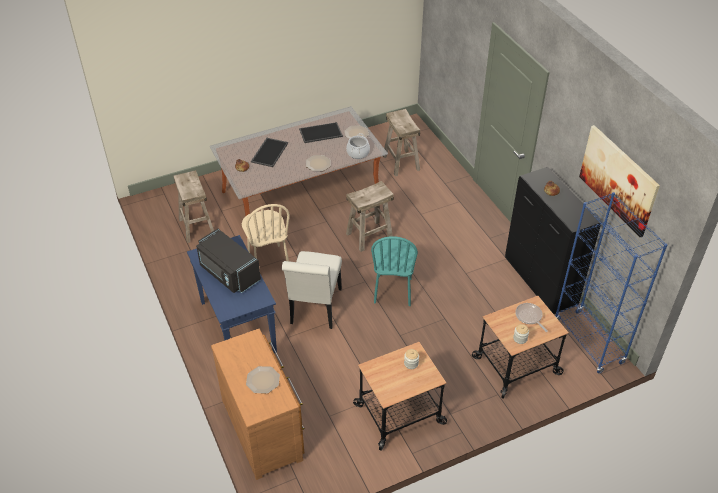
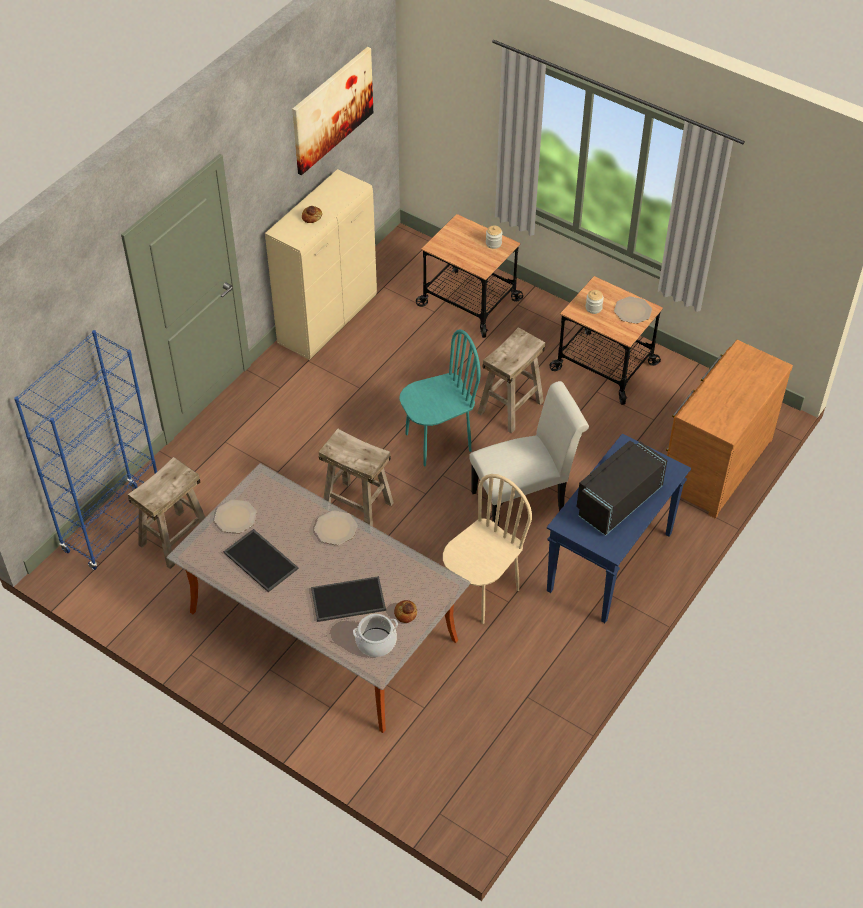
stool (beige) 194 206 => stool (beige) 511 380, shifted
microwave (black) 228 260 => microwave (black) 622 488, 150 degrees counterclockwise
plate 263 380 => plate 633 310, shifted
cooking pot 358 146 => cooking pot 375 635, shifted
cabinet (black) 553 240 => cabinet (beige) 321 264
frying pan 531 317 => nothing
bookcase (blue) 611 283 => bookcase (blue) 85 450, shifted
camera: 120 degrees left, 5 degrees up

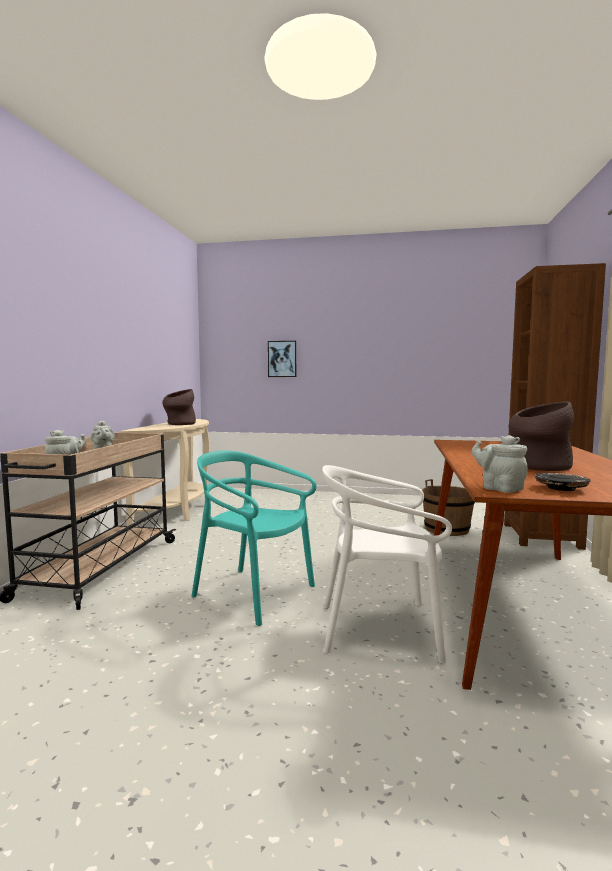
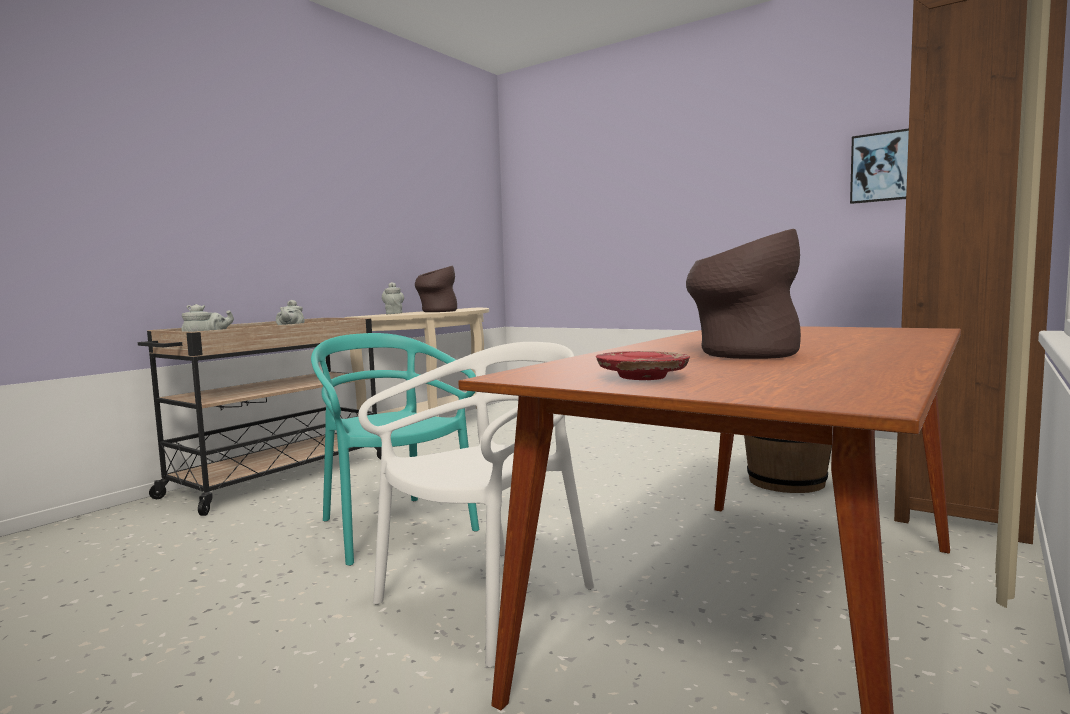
picture 282 359 => picture 879 166, shifted
chair (white) 387 564 => chair (white) 476 504, 105 degrees clockwise
teapot (grey) 500 464 => teapot (grey) 393 298, shifted
plate (black) 563 482 => plate (red) 643 365
camera: 25 degrees right, 0 degrees up

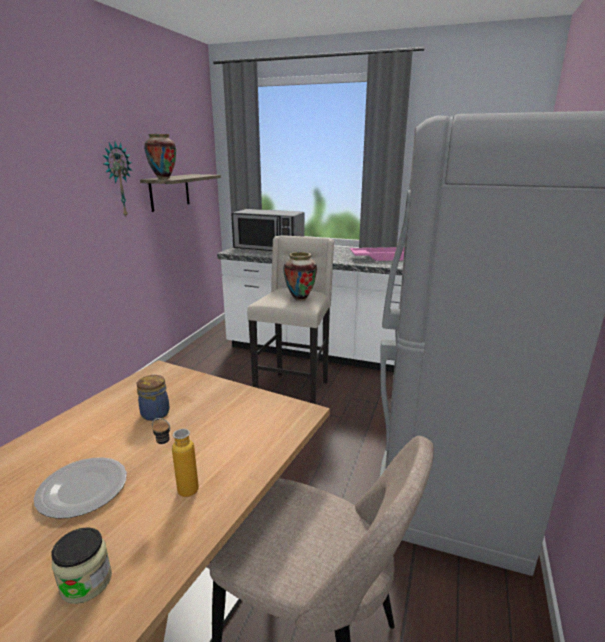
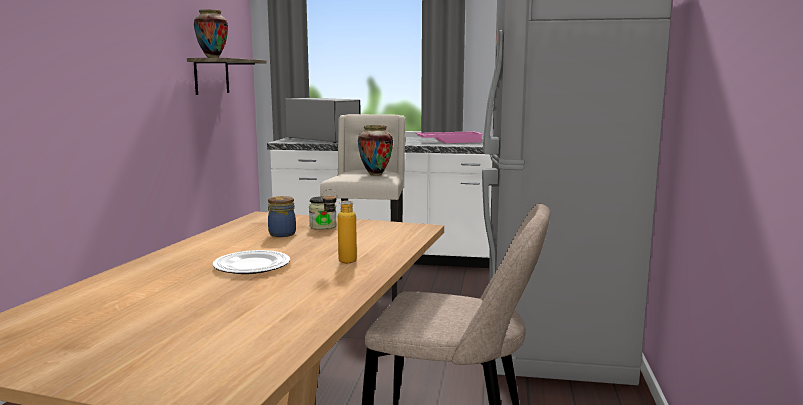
jar 82 565 => jar 323 213, shifted
wall clock 117 178 => nothing
microwave 267 230 => microwave 322 120, 150 degrees counterclockwise
camera: 10 degrees left, 10 degrees down

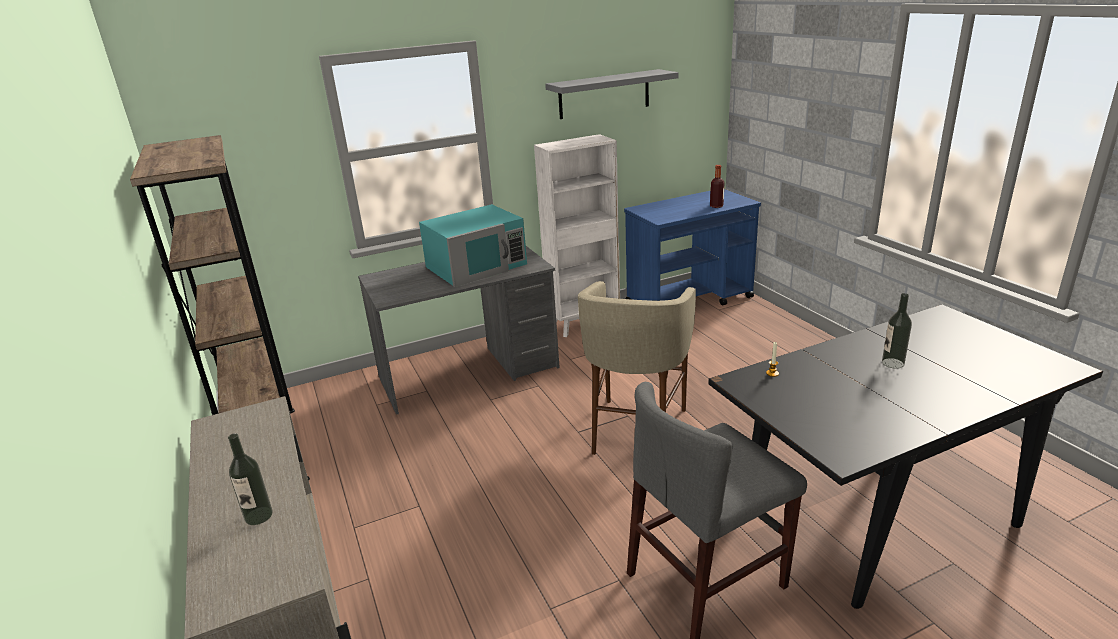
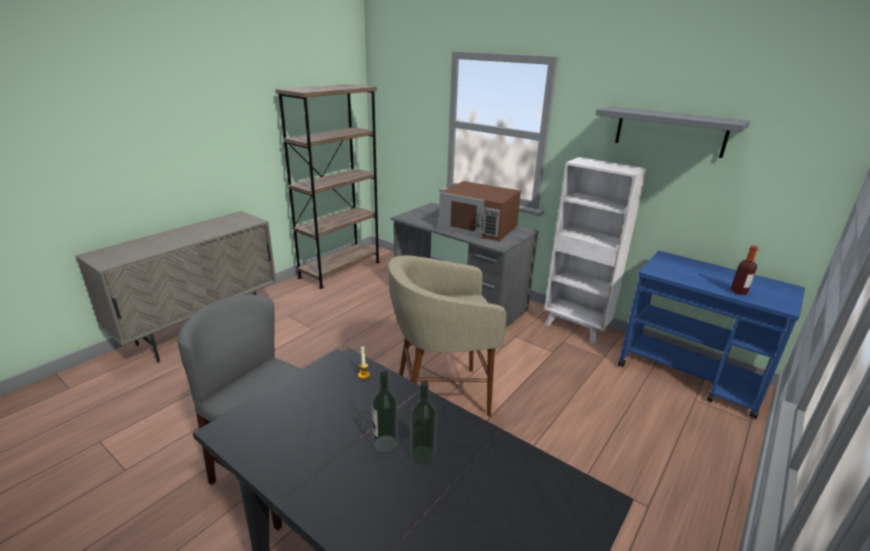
bottle 250 479 => bottle 385 412, shifted
microwave (turquoise) 473 245 => microwave (brown) 480 211
camera: 60 degrees right, 0 degrees up

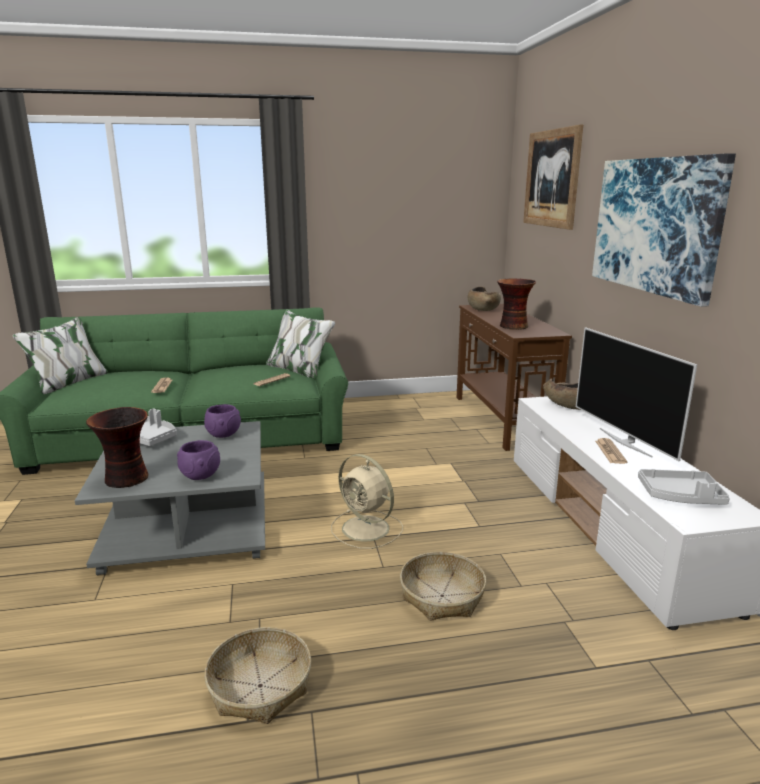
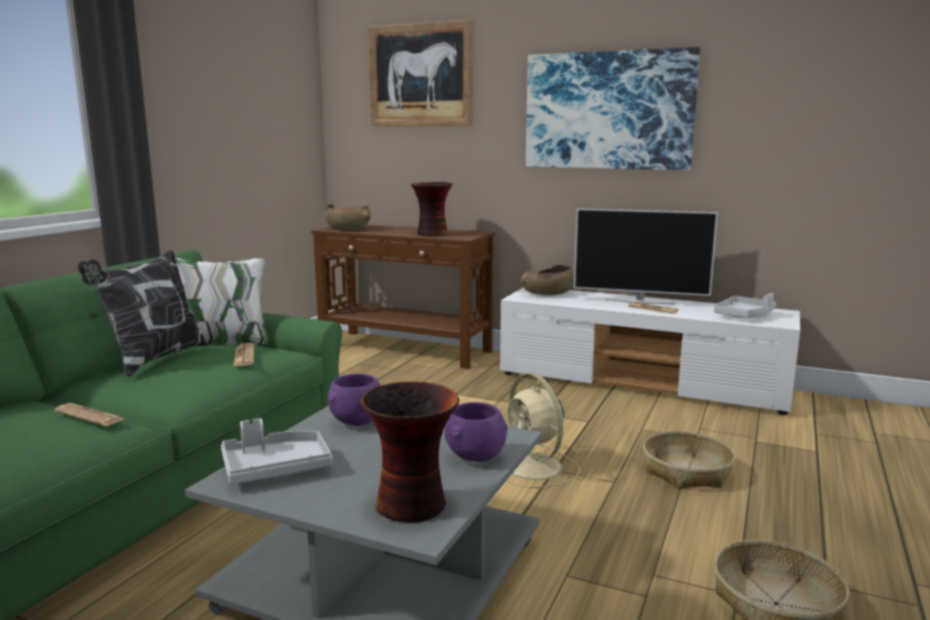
fan (beige) 367 501 => fan (beige) 543 430, 75 degrees clockwise
nothing => pillow 143 313
camera: 55 degrees left, 5 degrees down

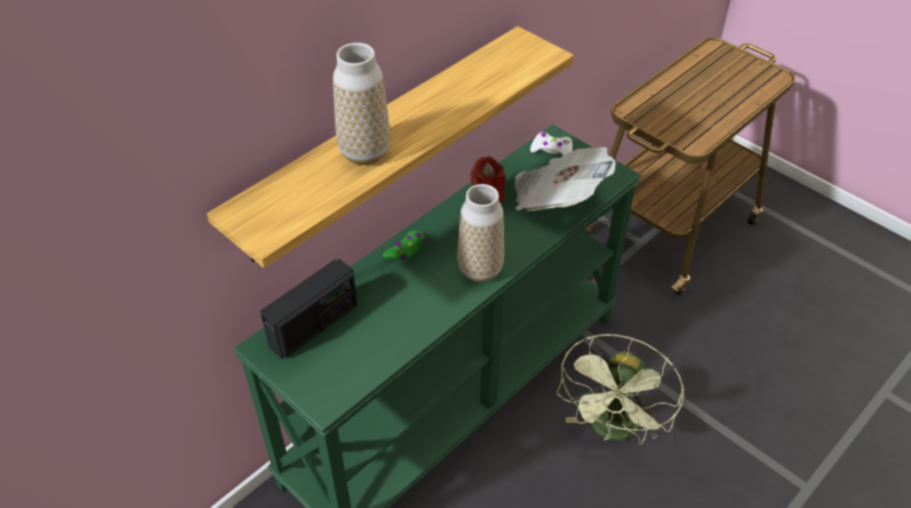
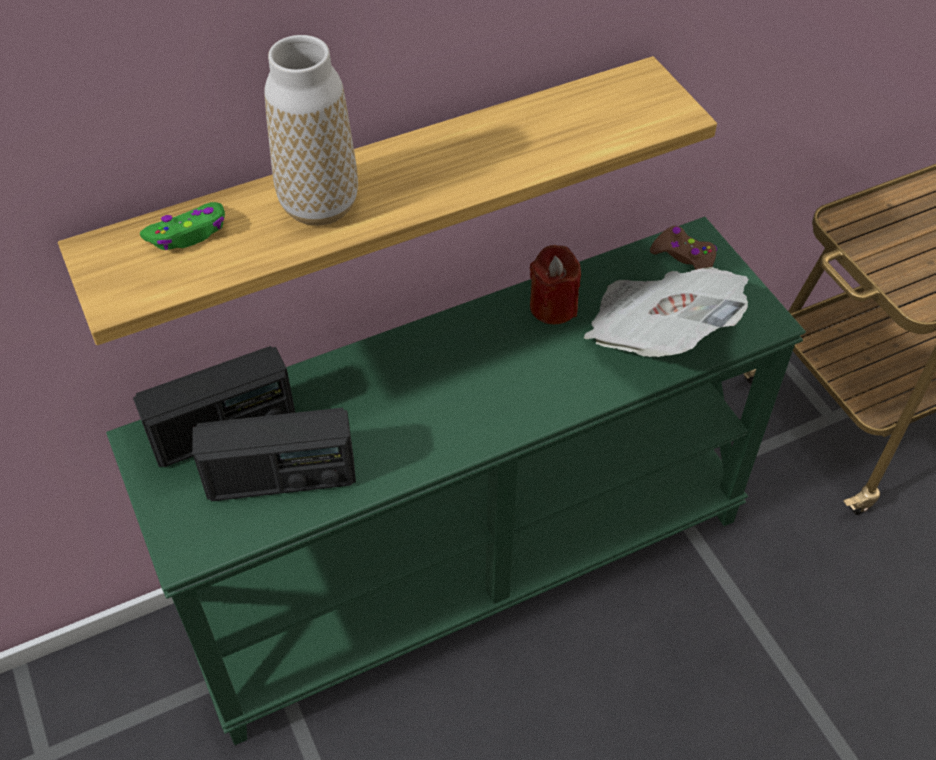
game controller (green) 404 245 => game controller (green) 182 226, shifted
vase 480 233 => nothing
game controller (white) 551 144 => game controller (brown) 683 248
fan (green) 621 389 => nothing
nothing => radio 274 454
camera: 20 degrees right, 5 degrees up

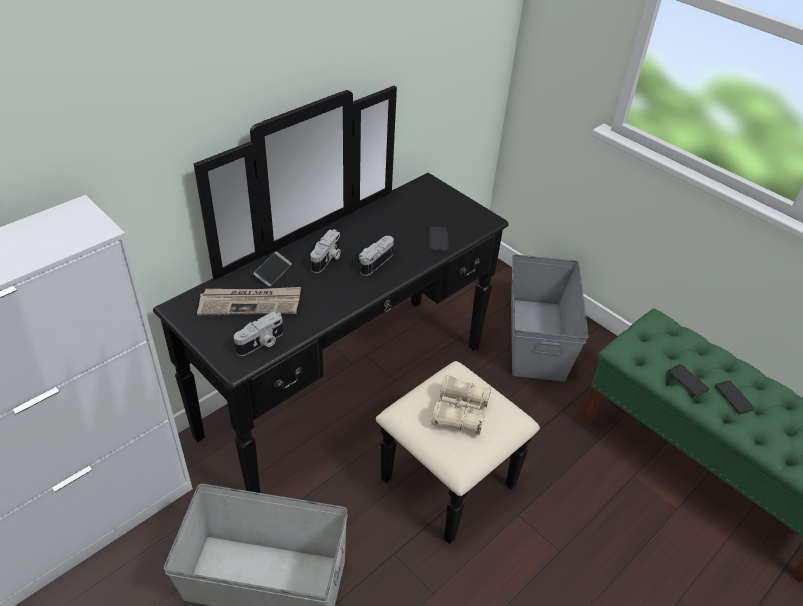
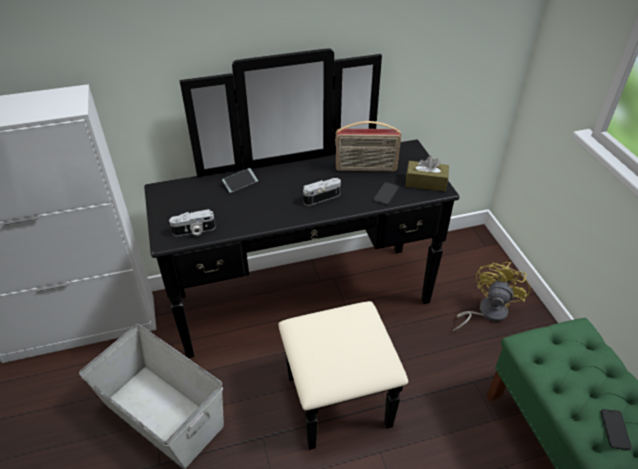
newspaper 249 301 => nothing
photo camera 326 251 => nothing
binoculars (beige) 461 405 => nothing
storage box (grey) 549 317 => fan (yellow) 491 297
phone 689 380 => nothing
nothing => radio 368 146
nothing => tissue box (brown) 427 173
camera: 30 degrees right, 0 degrees up

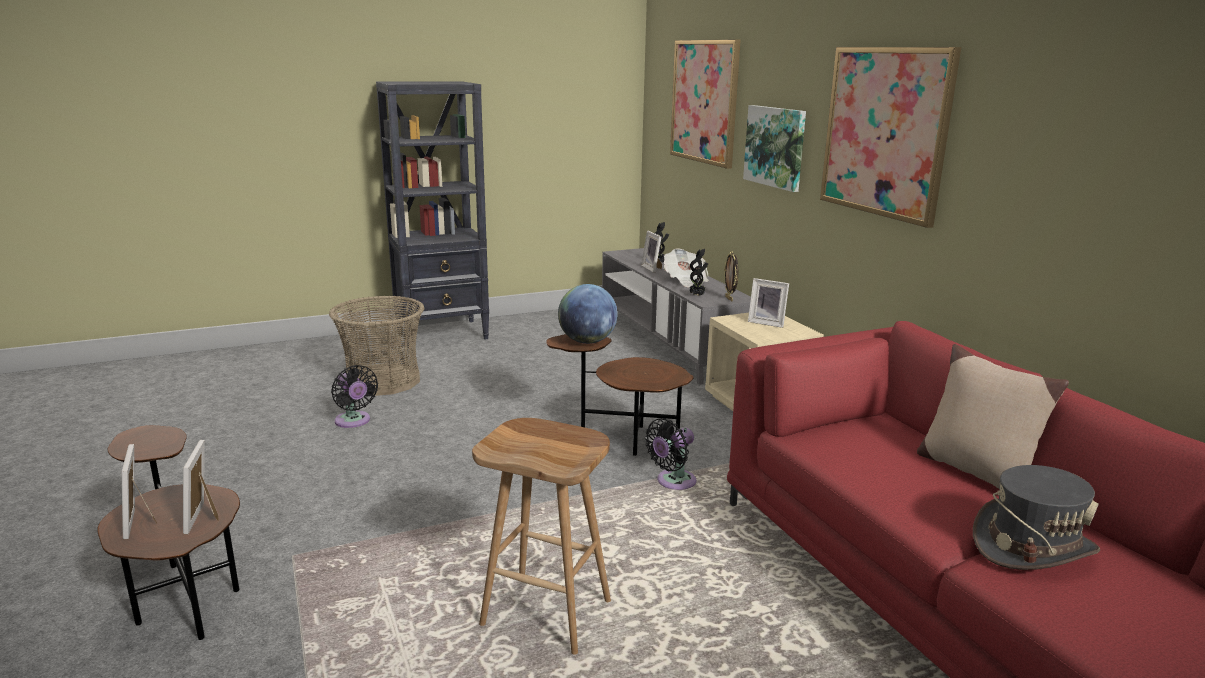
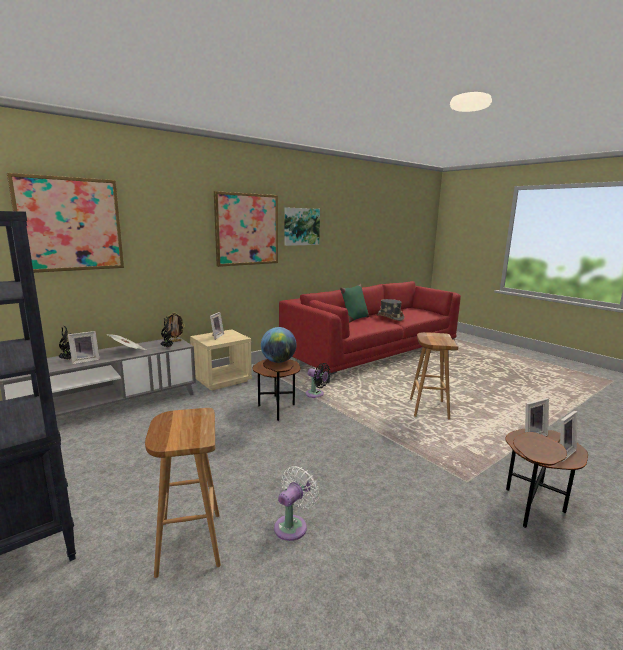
basket 376 346 => stool (brown) 183 493
fan (black) 354 396 => fan (white) 296 503
picture 774 148 => picture 302 227, shifted
pillow (beige) 993 416 => pillow (green) 354 303
camera: 105 degrees left, 5 degrees down

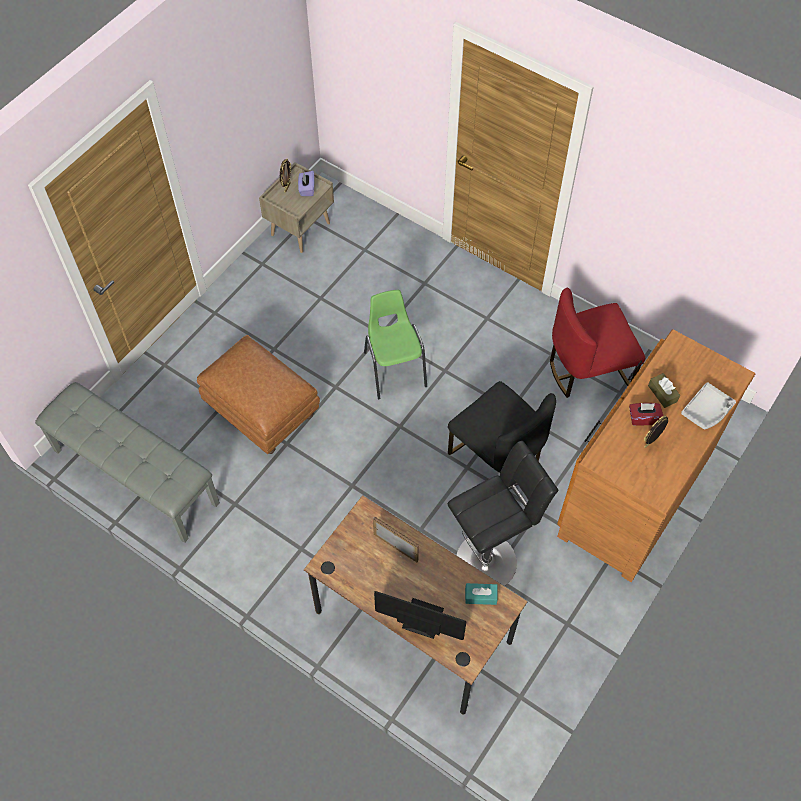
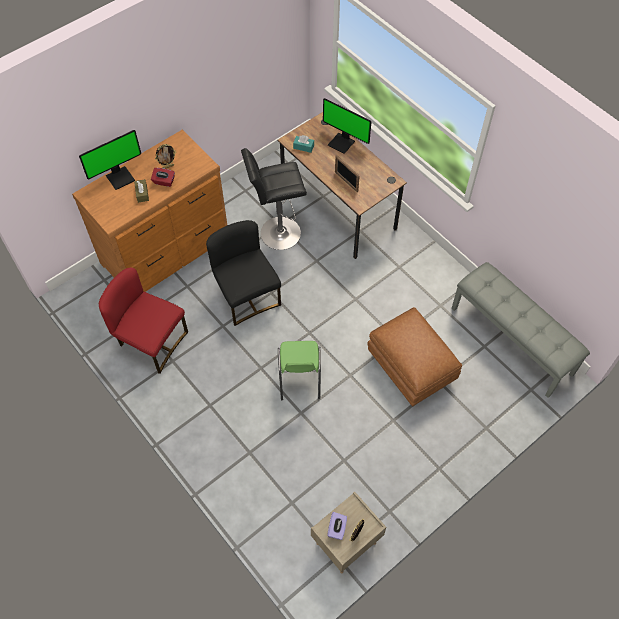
chair (red) 597 343 => chair (red) 143 321, 150 degrees counterclockwise
tray (grey) 708 406 => monitor 110 160
camera: 165 degrees left, 0 degrees up

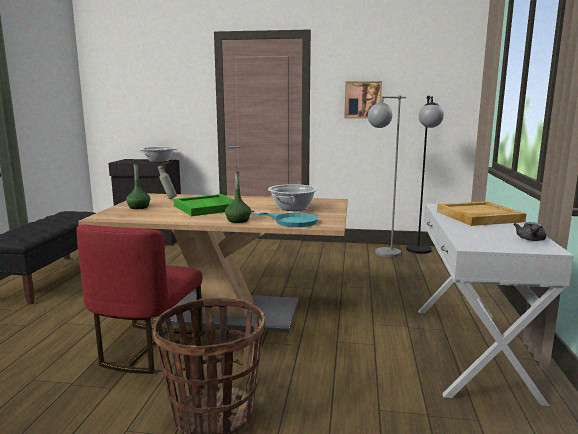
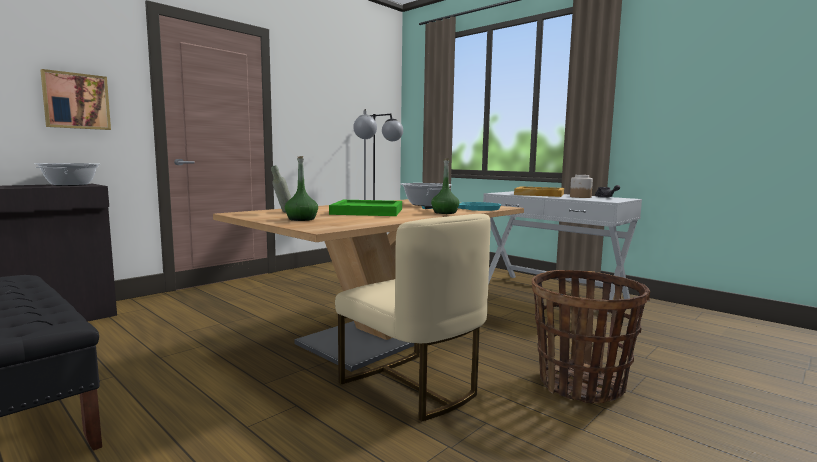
chair (red) 140 299 => chair (beige) 412 317
picture 363 99 => picture 75 99, shifted
nothing => jar 581 186
camera: 55 degrees left, 5 degrees down

